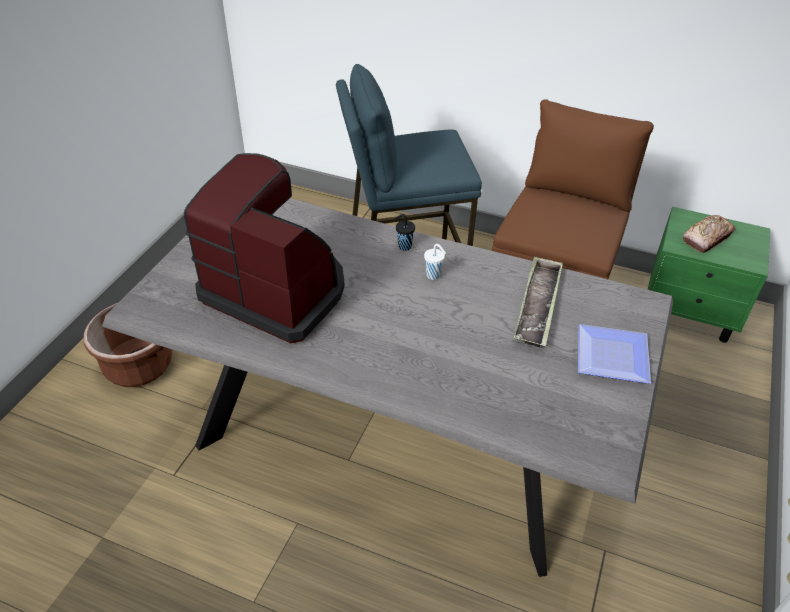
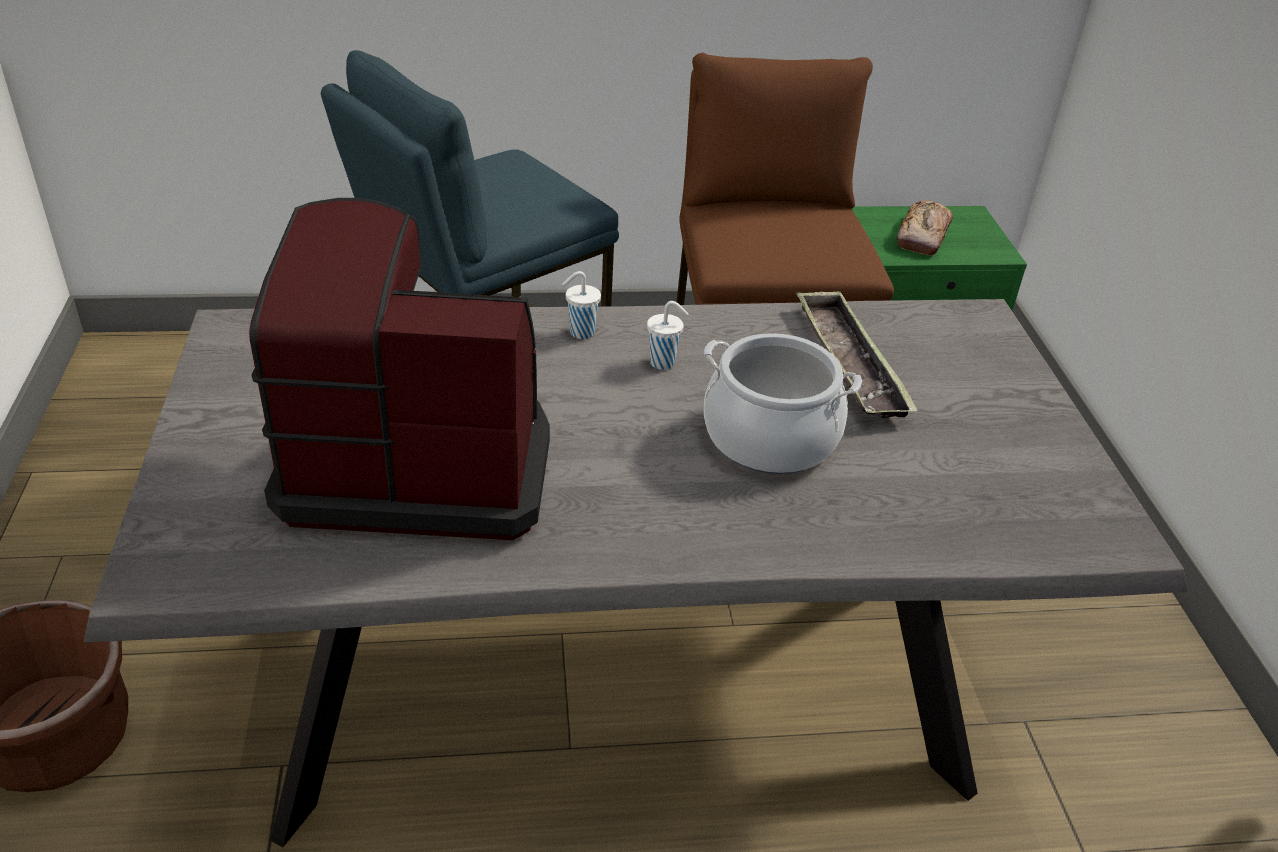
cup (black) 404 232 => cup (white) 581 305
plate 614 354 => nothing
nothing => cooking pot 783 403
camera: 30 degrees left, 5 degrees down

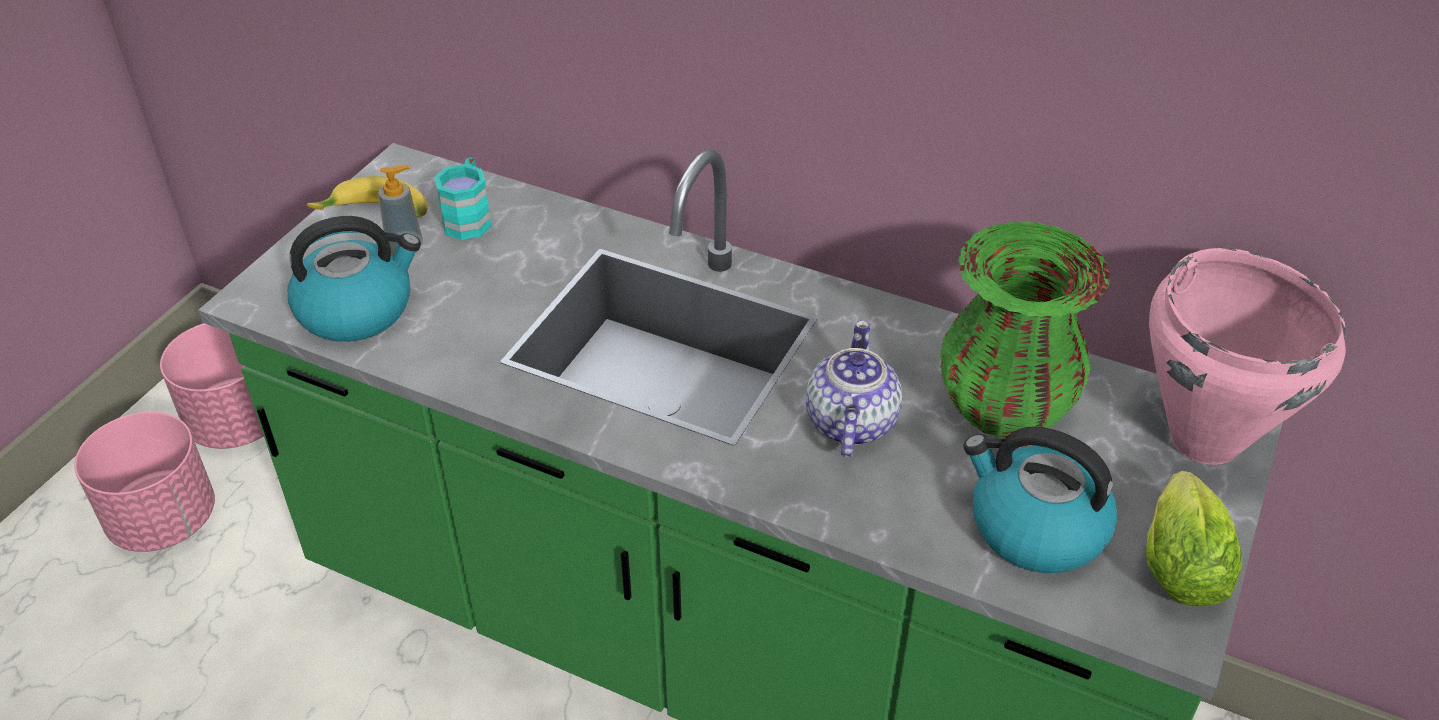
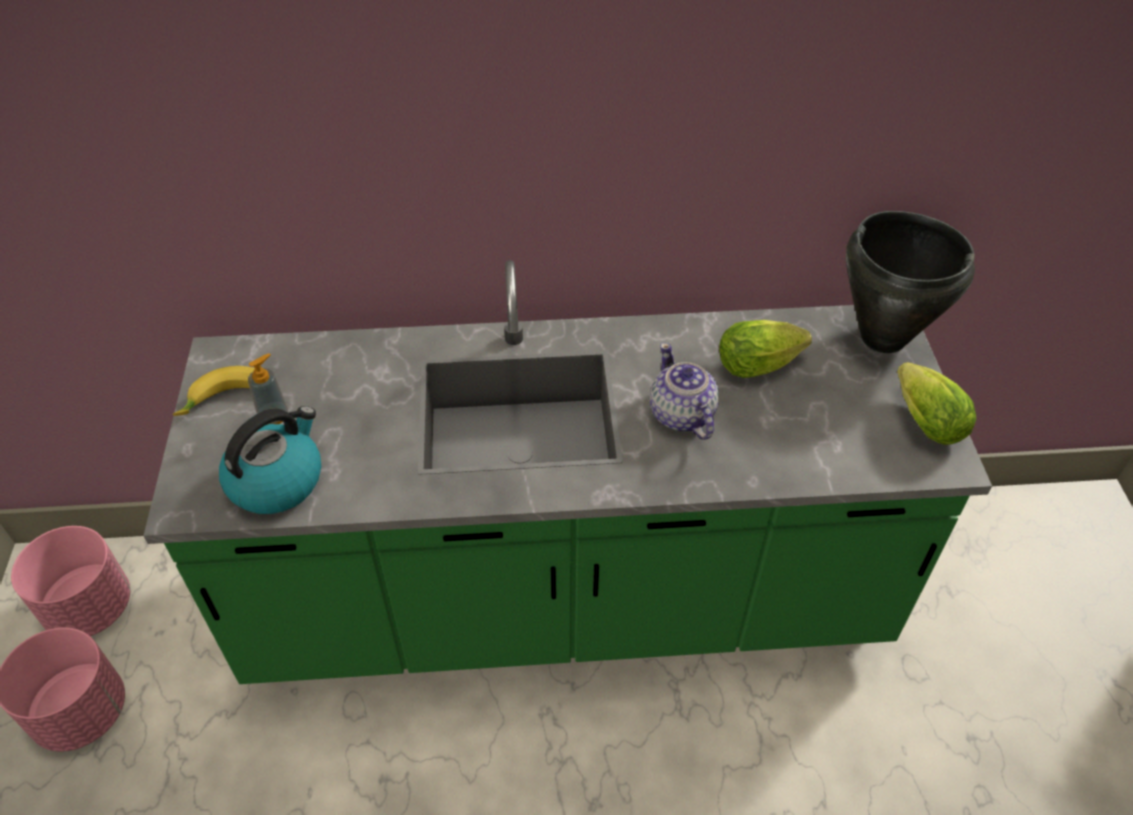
mug (turquoise) 463 198 => nothing
vase (green) 1025 329 => lettuce 765 349
kettle 1040 500 => nothing
cooking pot (pink) 1247 356 => cooking pot (black) 910 282
camera: 30 degrees left, 5 degrees up

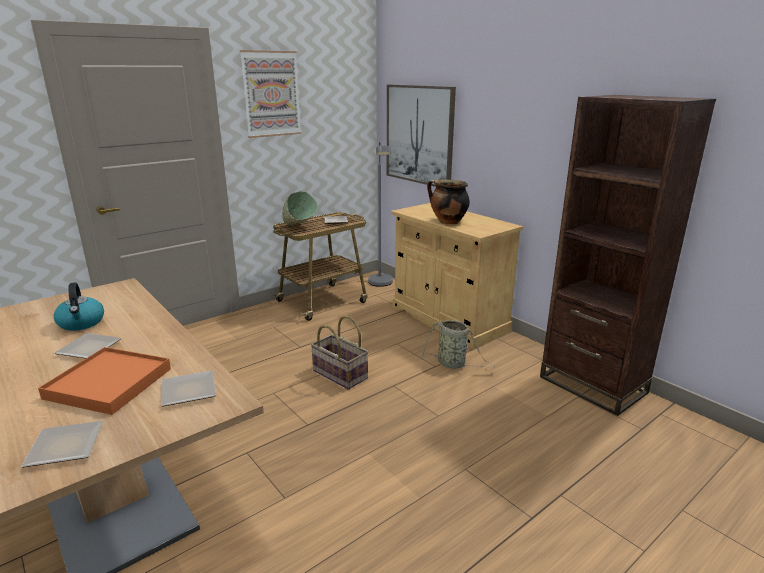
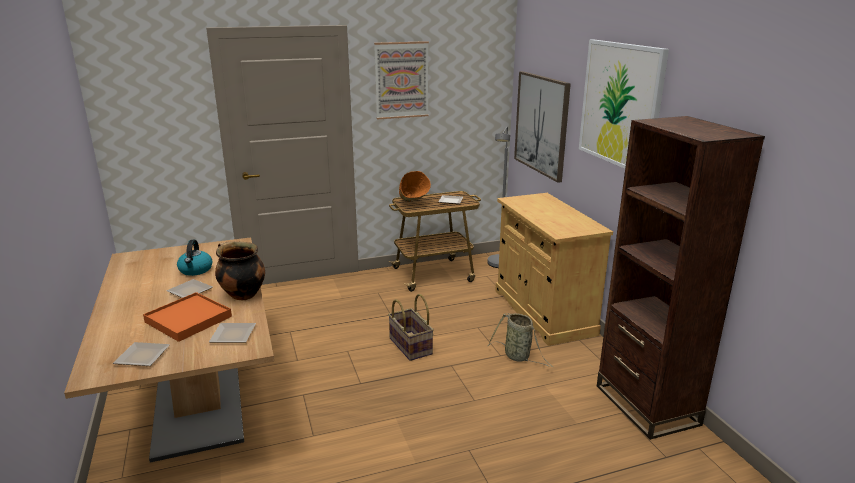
bowl (green) 300 208 => bowl (orange) 415 186
cooking pot 448 201 => cooking pot 240 271, shifted
nothing => picture 624 104
camera: 20 degrees right, 0 degrees up

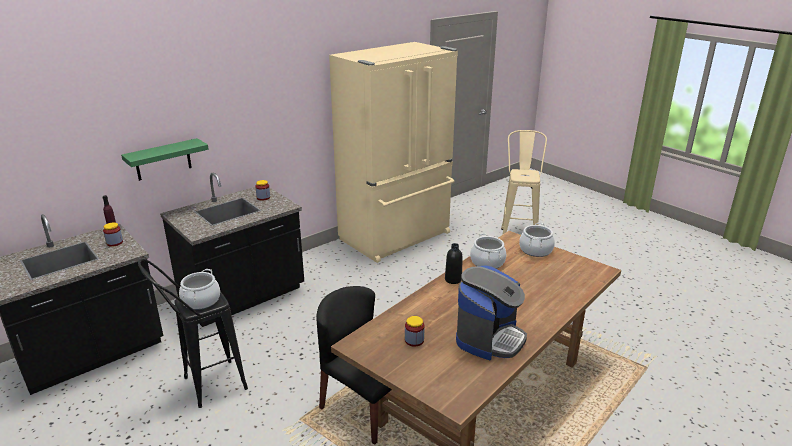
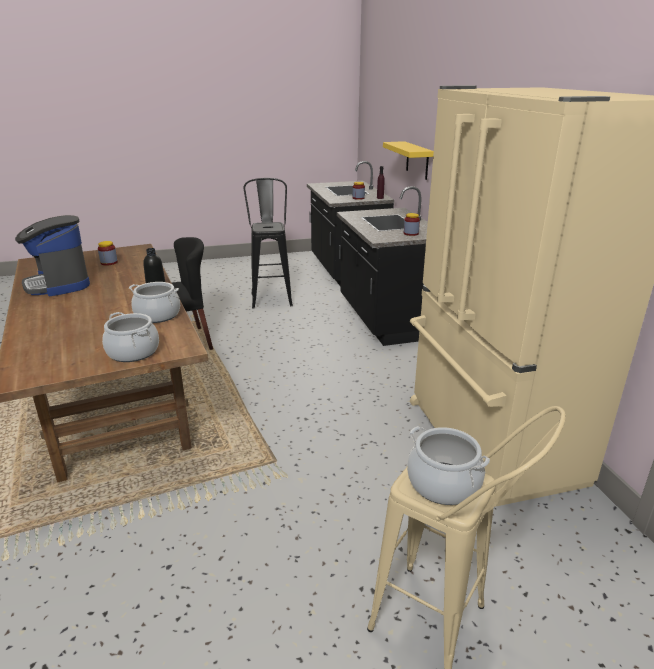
shelf (green) 165 159 => shelf (yellow) 408 160
cooking pot 199 289 => cooking pot 448 465, shifted
camera: 115 degrees right, 0 degrees up

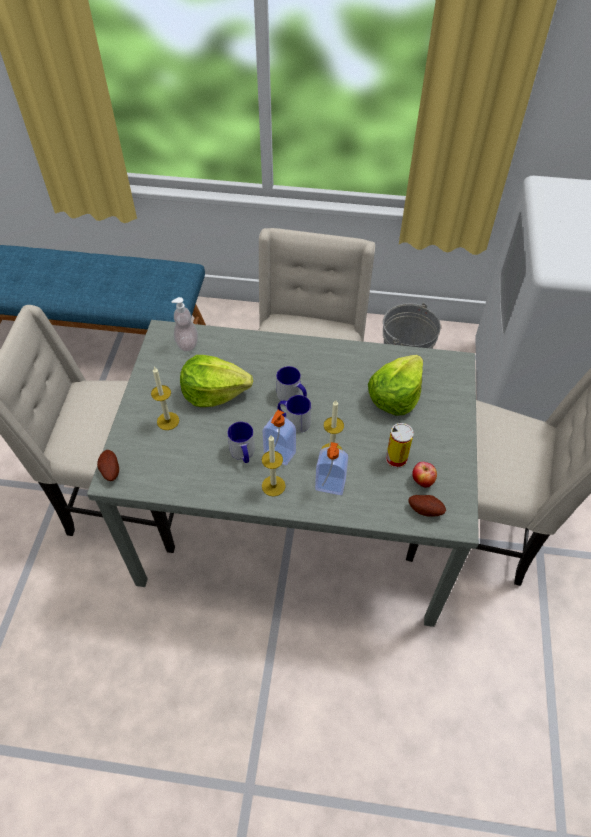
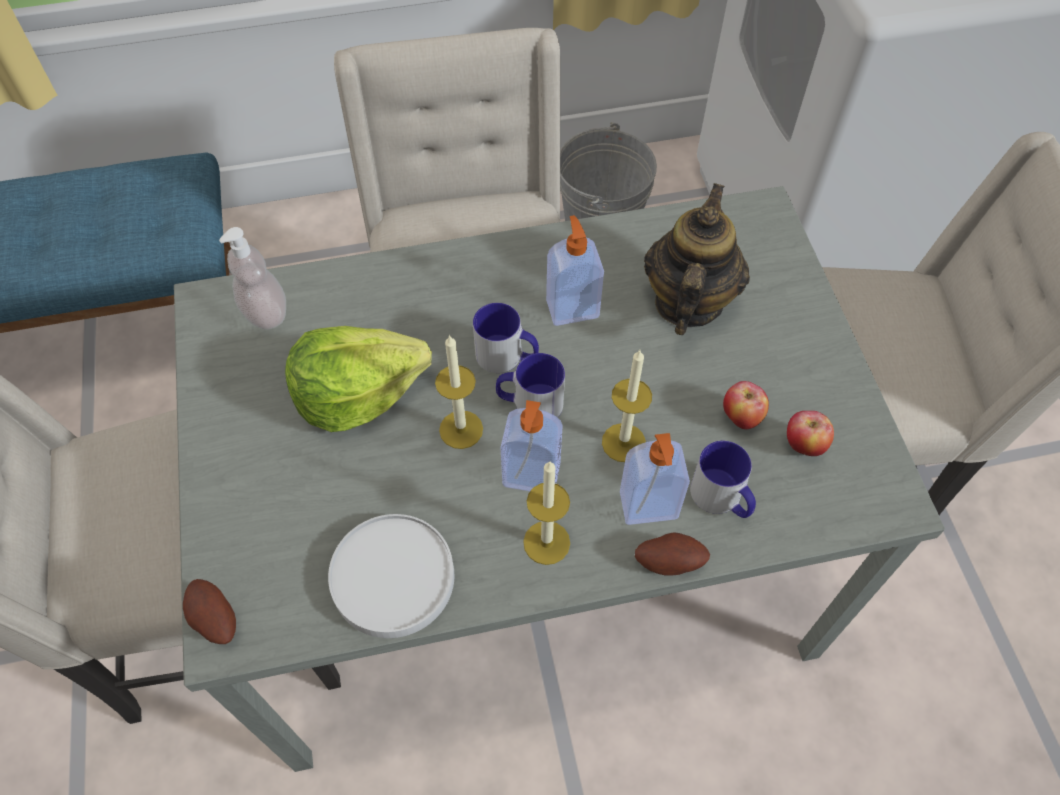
candle 165 398 => candle 459 392, shifted
mug 241 442 => mug 723 479, shifted
lettuce 395 385 => teapot 697 259
can 400 445 => apple 746 405
potato 427 505 => potato 672 554, shifted
nothing => plate (white) 391 576
nothing => soap dispenser 575 270
camera: 20 degrees left, 5 degrees up

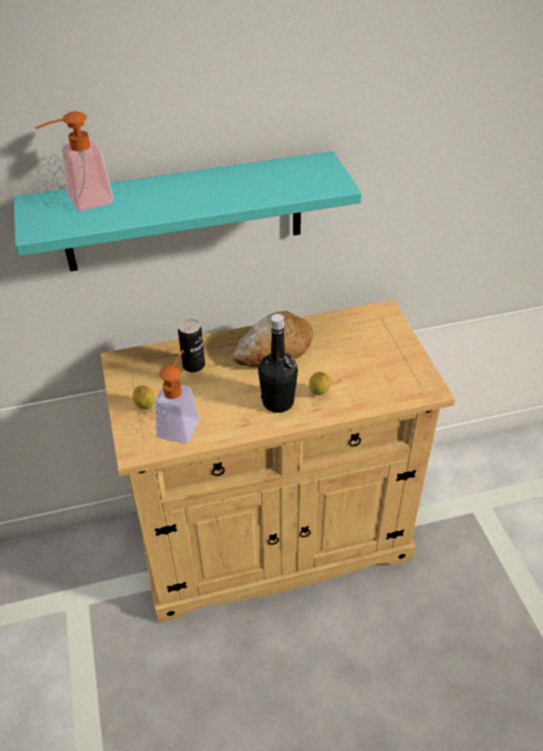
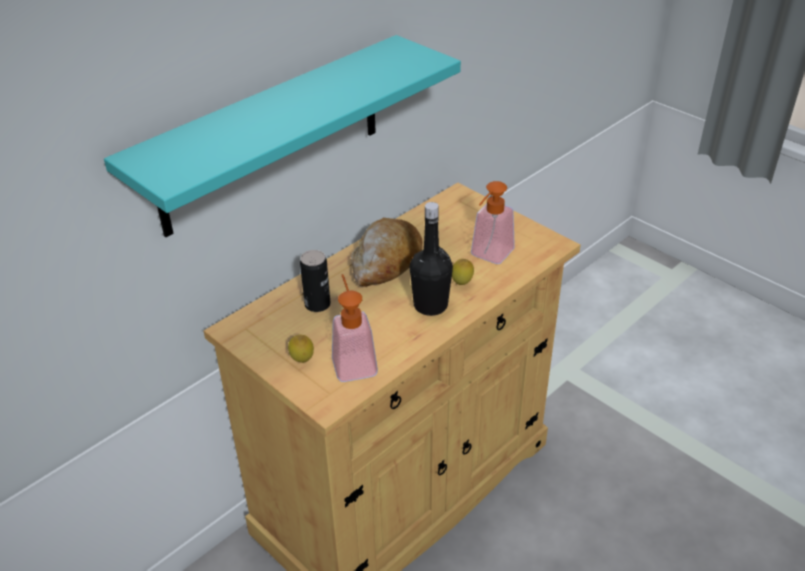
soap dispenser 74 161 => soap dispenser 493 222, shifted
camera: 30 degrees left, 5 degrees down

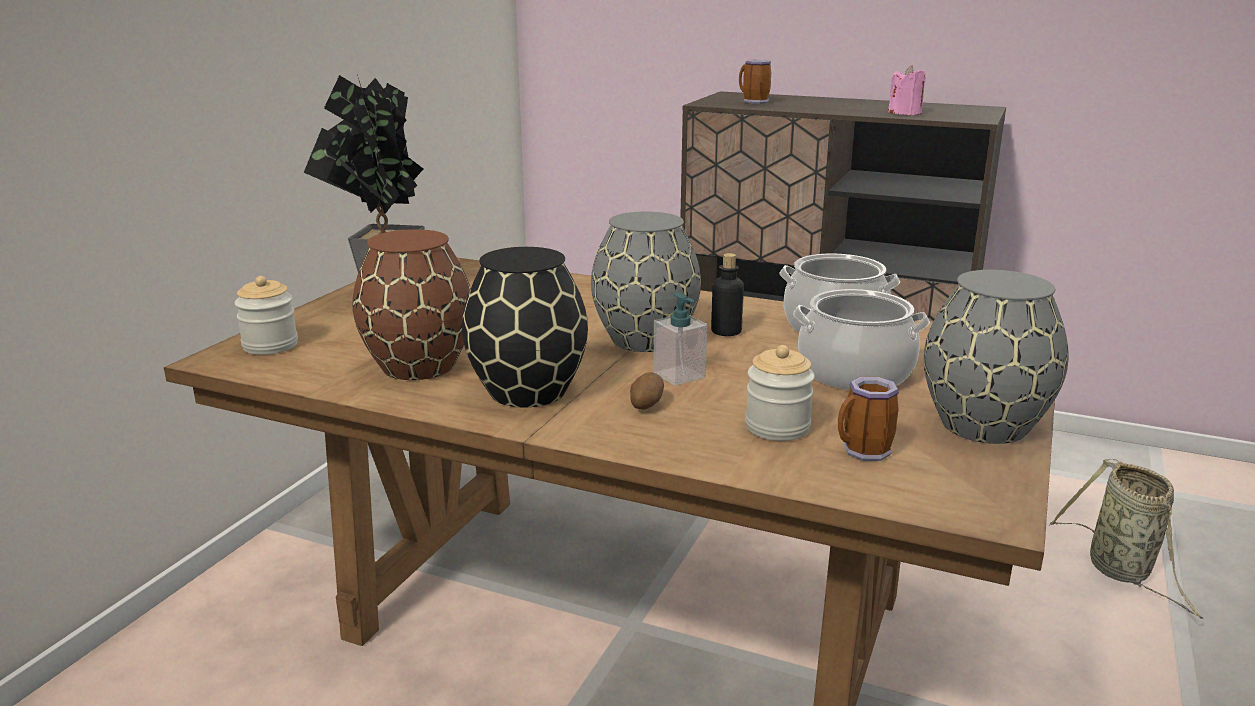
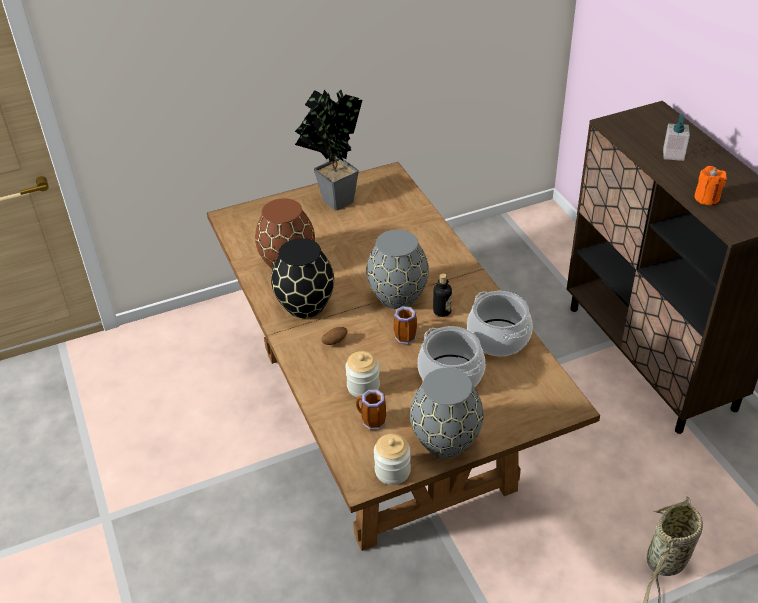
jar 266 315 => jar 392 459, shifted
soap dispenser 680 339 => soap dispenser 676 137, shifted
mug 755 81 => mug 405 325, shifted
candle (pink) 907 90 => candle (orange) 710 185
camera: 45 degrees right, 20 degrees up

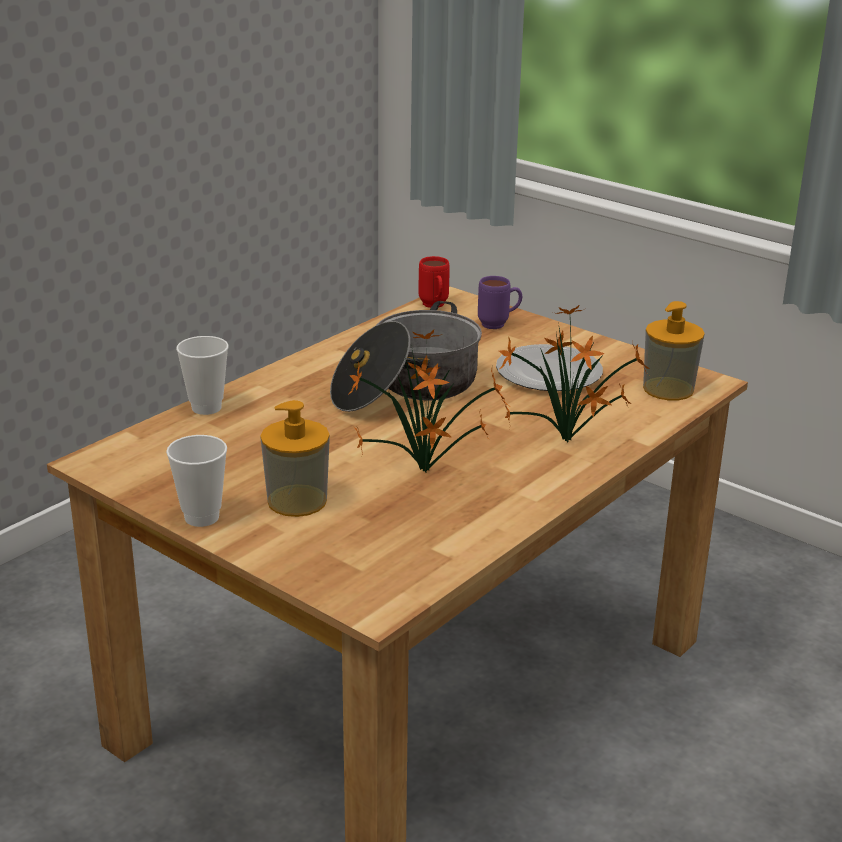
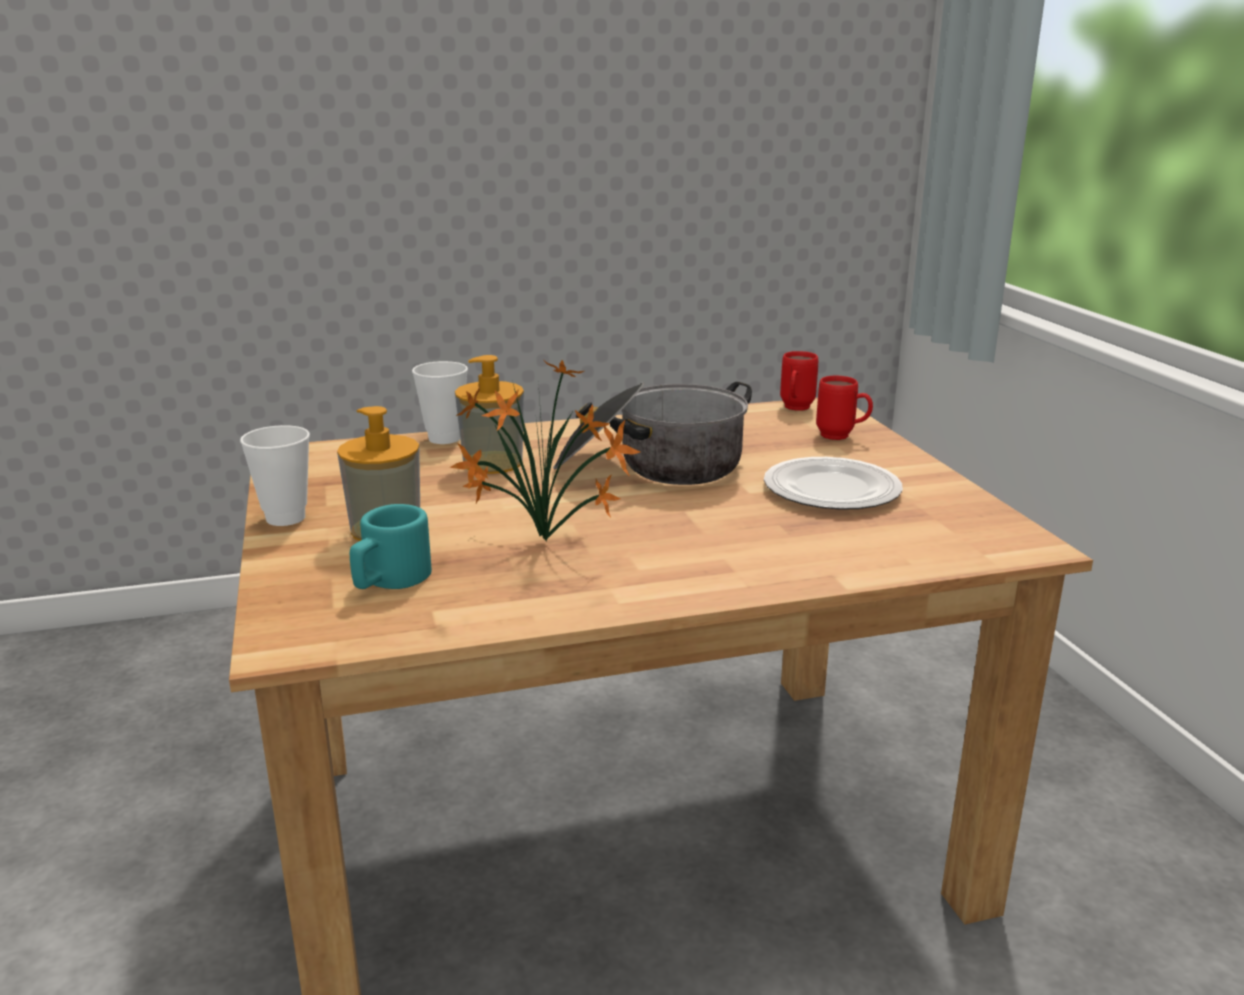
mug (purple) 500 302 => mug (red) 844 408
potted plant 574 373 => nothing
soap dispenser 674 351 => soap dispenser 489 414, shifted
nothing => mug (turquoise) 391 546
camera: 35 degrees right, 5 degrees down

